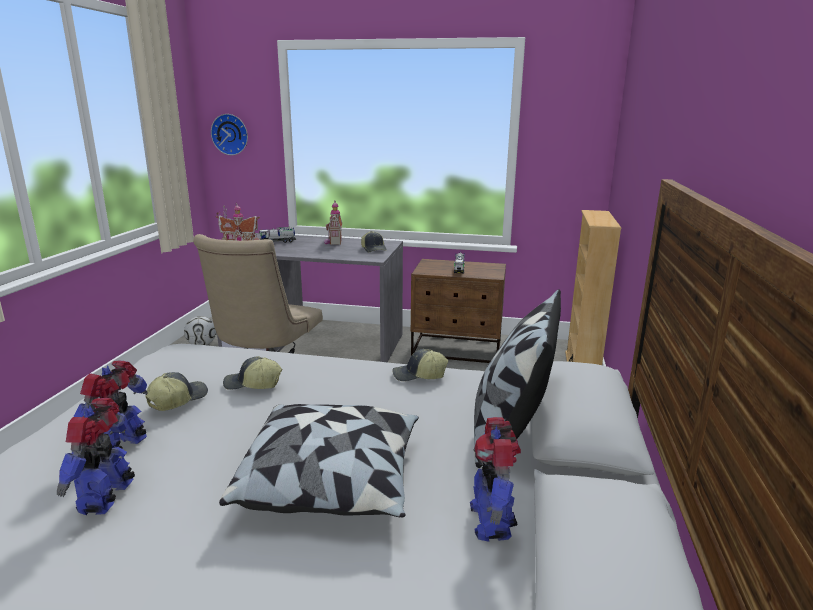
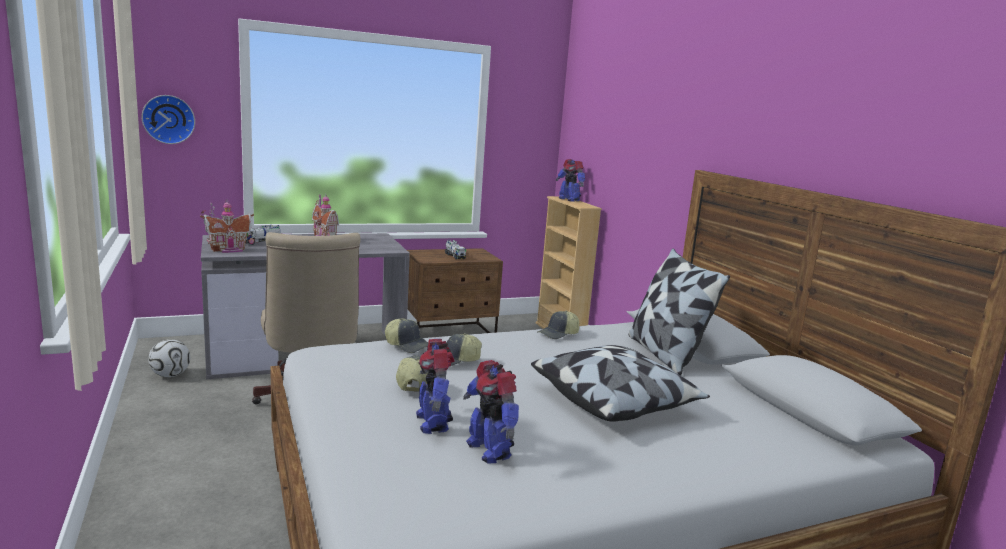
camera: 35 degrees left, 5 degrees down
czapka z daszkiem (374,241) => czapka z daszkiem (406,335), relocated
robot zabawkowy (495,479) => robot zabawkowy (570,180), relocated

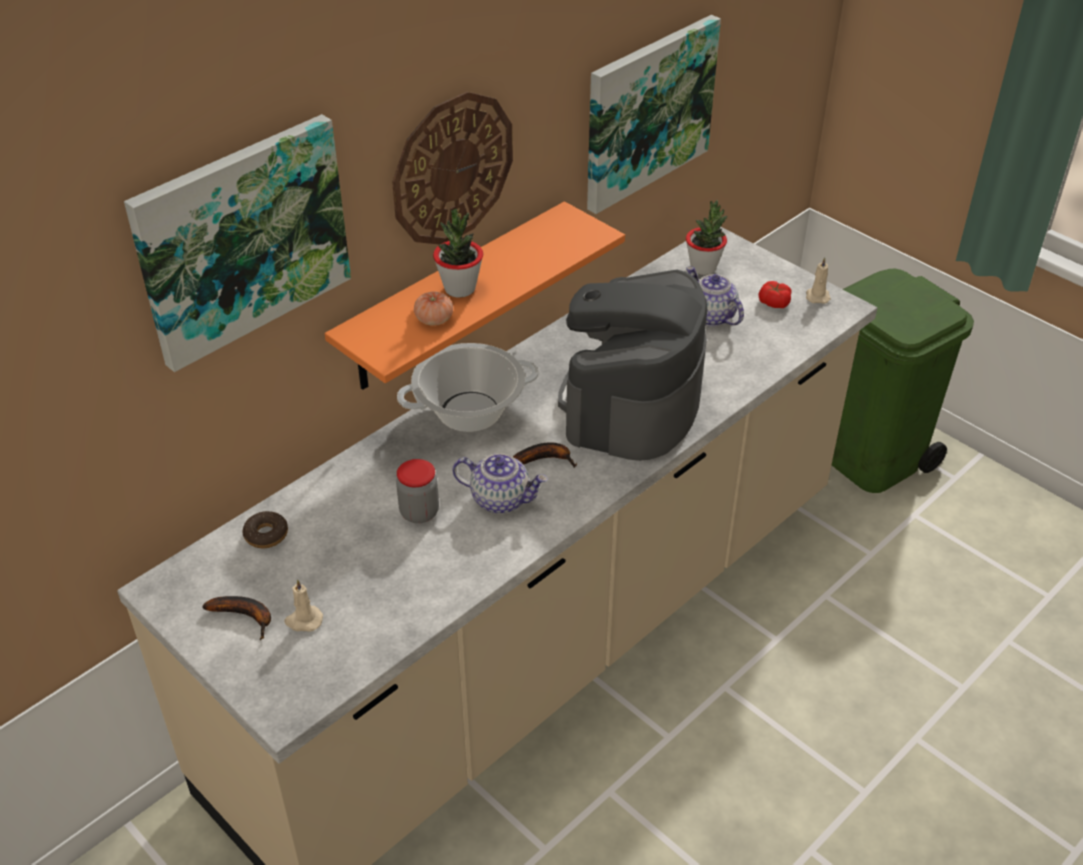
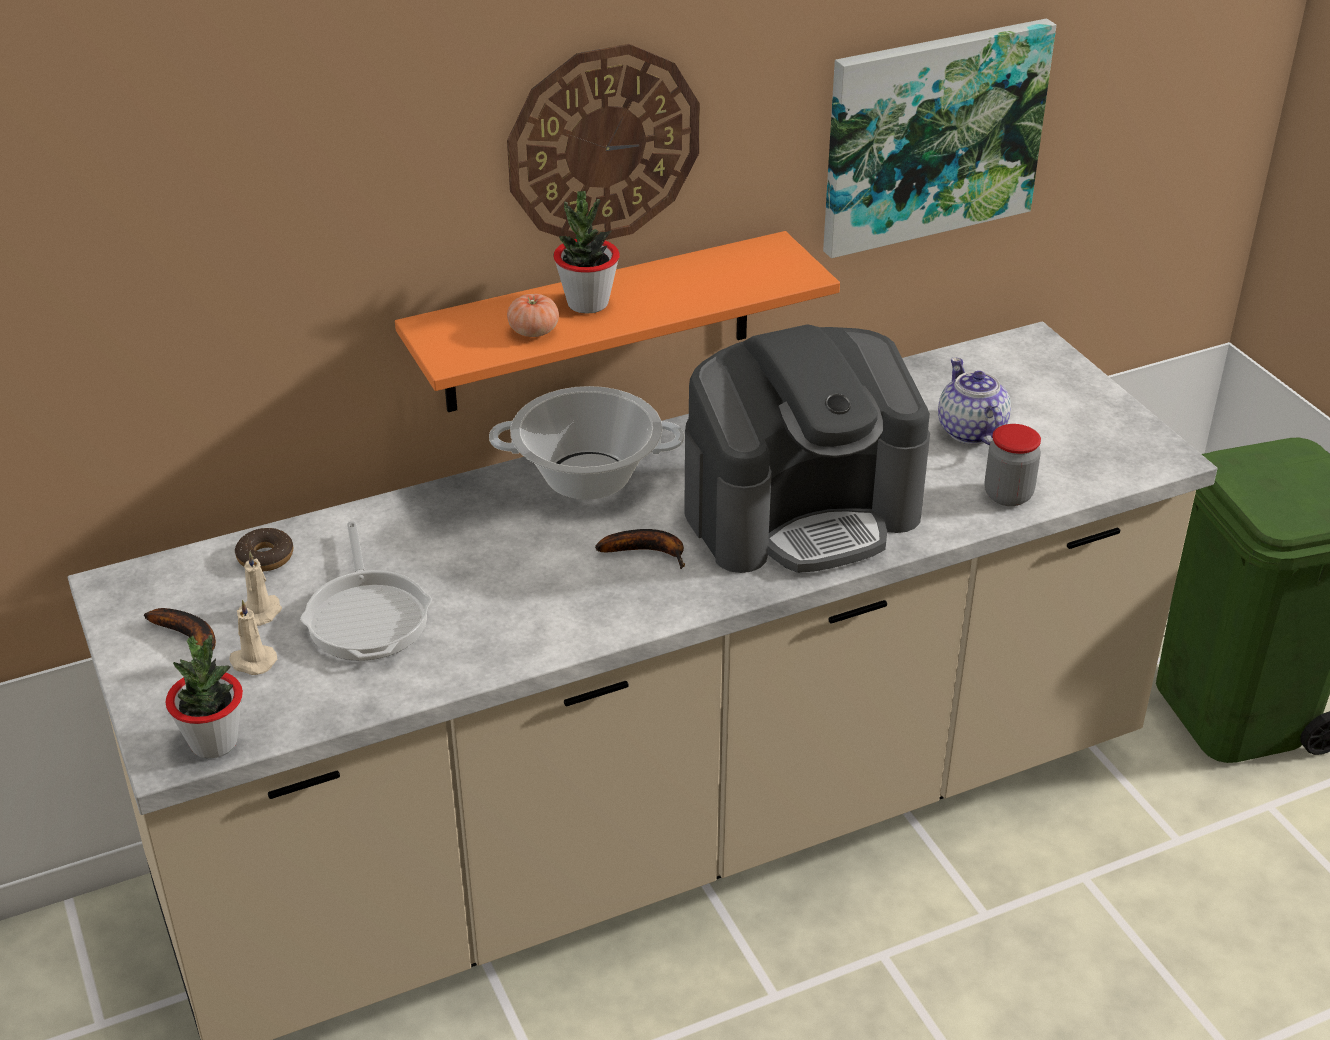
camera: 20 degrees right, 5 degrees down
obraz (237,243) => nothing
roślina doniczkowa (707,237) => roślina doniczkowa (204,696), relocated
świeca/beżowy (818,280) => świeca/beżowy (260,589), relocated
ekspres do kawy (632,365) => ekspres do kawy (807,448), 150 degrees counterclockwise
pomidor (775,294) => nothing
imbryk (500,483) => nothing
słoik (417,491) => słoik (1013,465), relocated
nothing => patelnia (366,591)

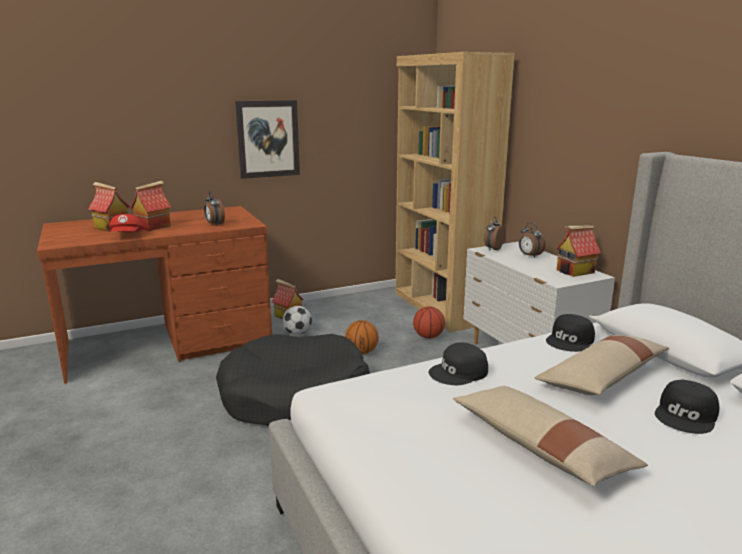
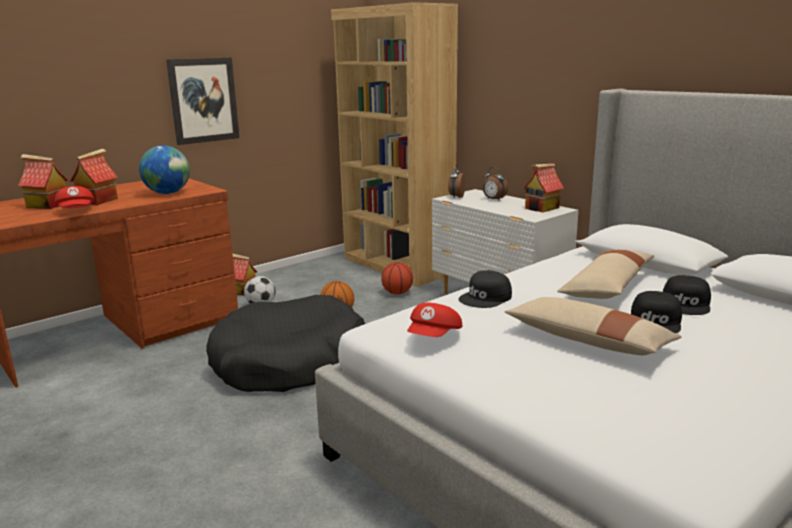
camera: 15 degrees left, 0 degrees up
budzik (214,208) => globus (164,169)
czapka z daszkiem/czarny (570,333) => czapka z daszkiem/czarny (656,312), relocated
nothing => czapka z daszkiem/czerwony (434,319)

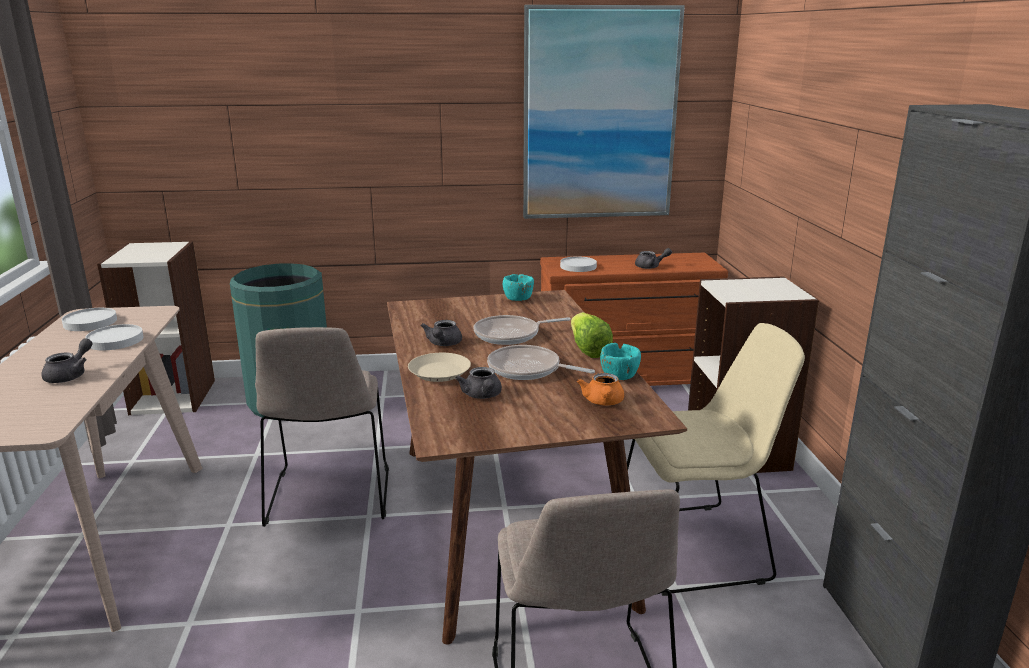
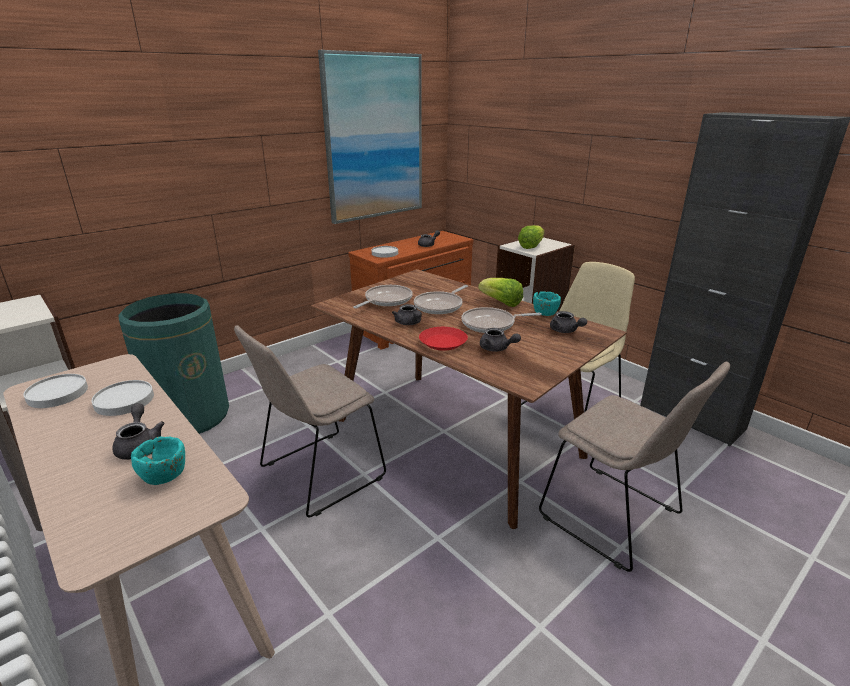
camera: 35 degrees left, 5 degrees up
miska/turkusowy (518,287) => miska/turkusowy (158,461), relocated
krzesło/beżowy (322,427) => krzesło/beżowy (310,421), 90 degrees clockwise
talerz/beżowy (439,367) => talerz/czerwony (443,339)
imbryk/pomarańczowy (600,389) => imbryk/szary (568,322)
nothing => sałata (531,237)
nothing => patelnia (382,296)

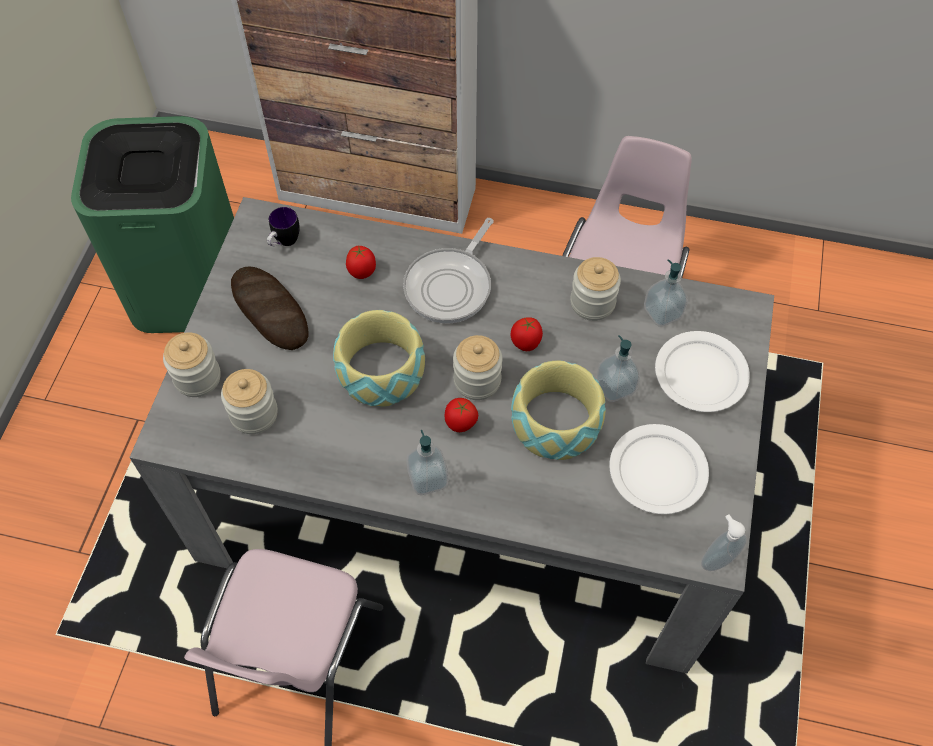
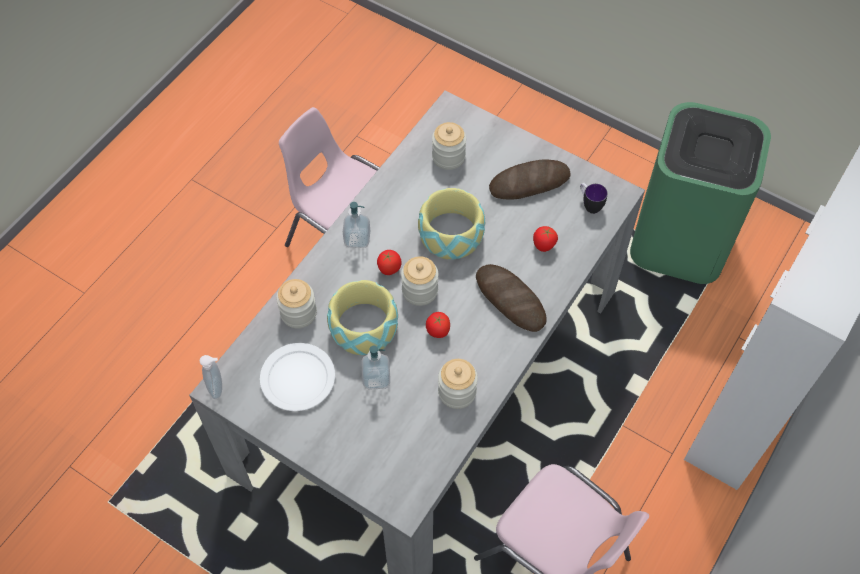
camera: 110 degrees right, 0 degrees up
patelnia (448,270) => chleb (511,298)
dozownik mydła (666,293) => nothing
talerz/biały (702,371) => nothing
słoik (192,364) => słoik (296,304), relocated

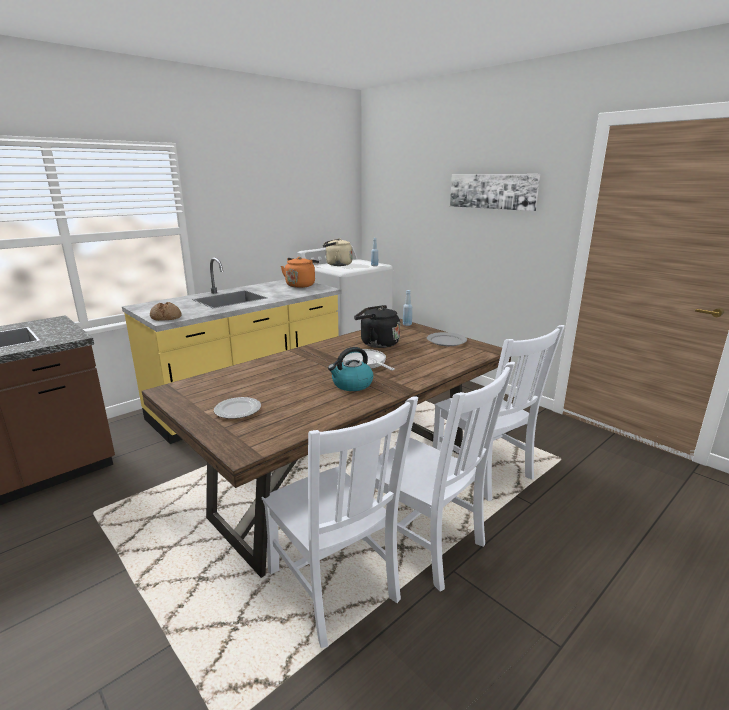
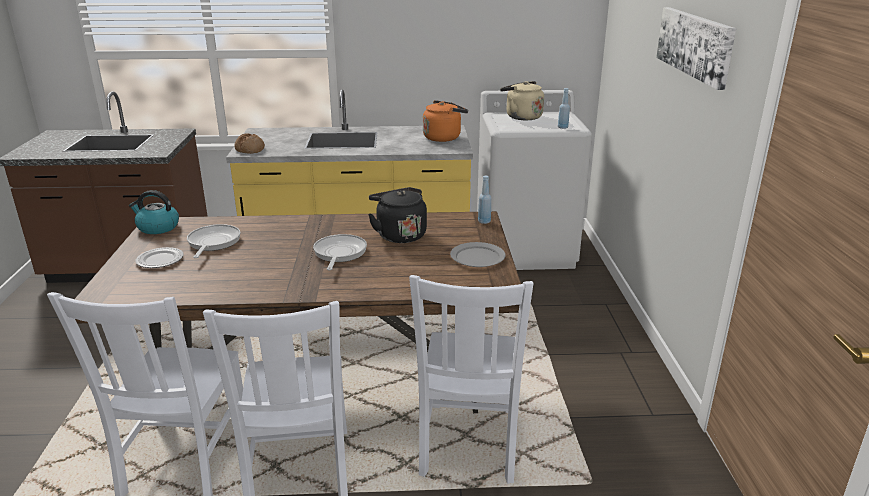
camera: 40 degrees right, 5 degrees up
czajnik (350,369) => czajnik (154,212), relocated
nothing => patelnia (213,241)

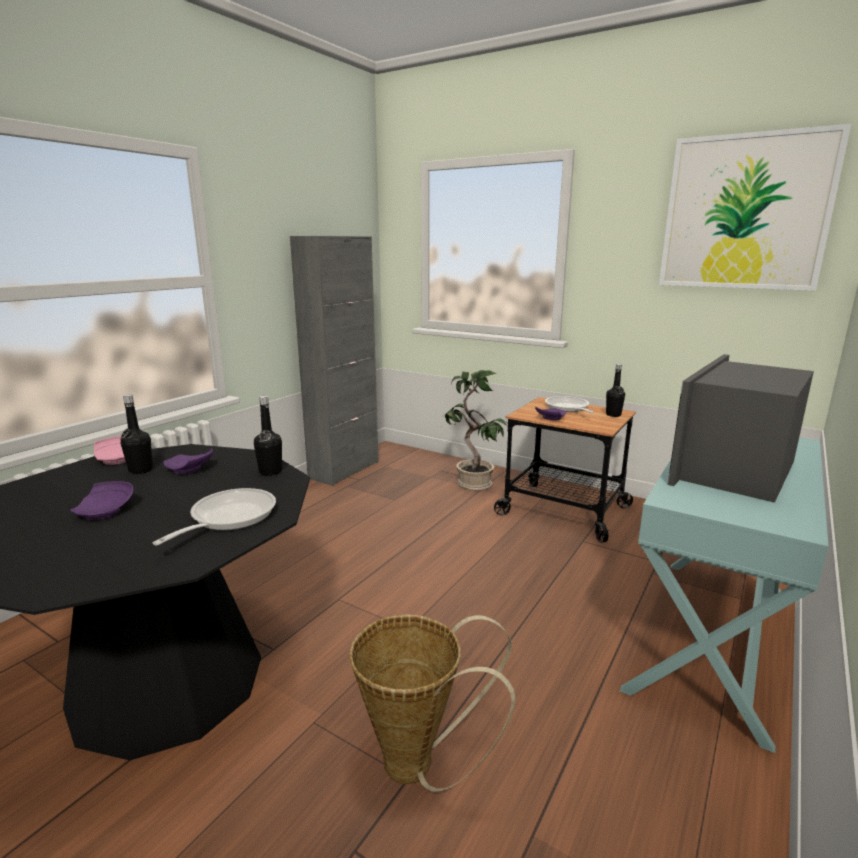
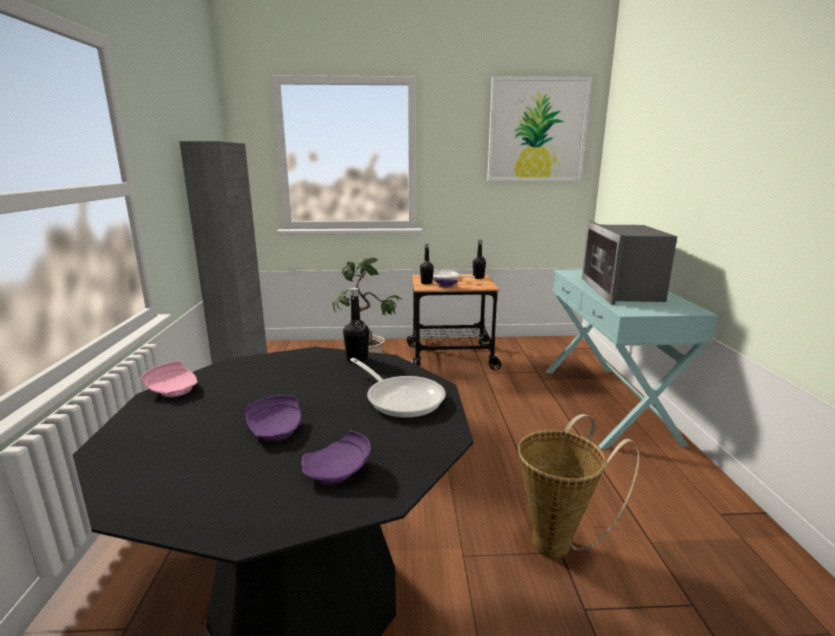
camera: 35 degrees left, 0 degrees up
butelka/czarny (137,434) => butelka/czarny (427,264), relocated
talerz/fioletowy (188,461) => talerz/fioletowy (336,457), relocated
patelnia (214,517) => patelnia (398,388), 150 degrees clockwise

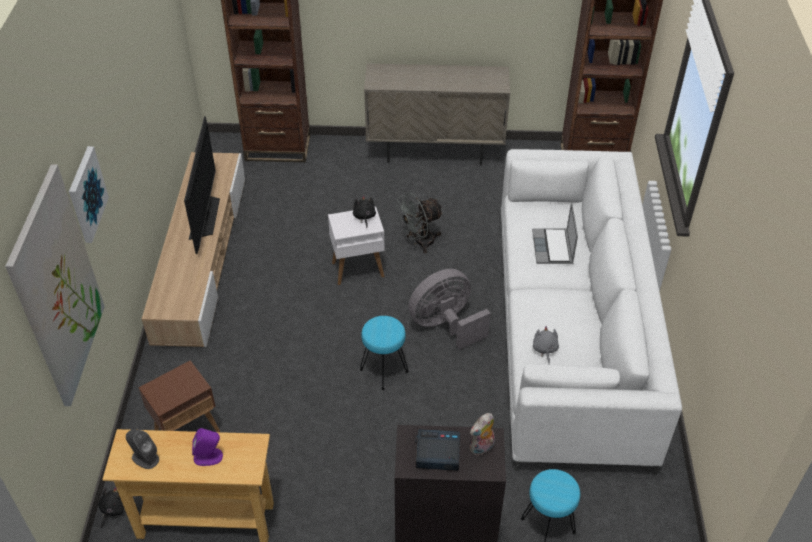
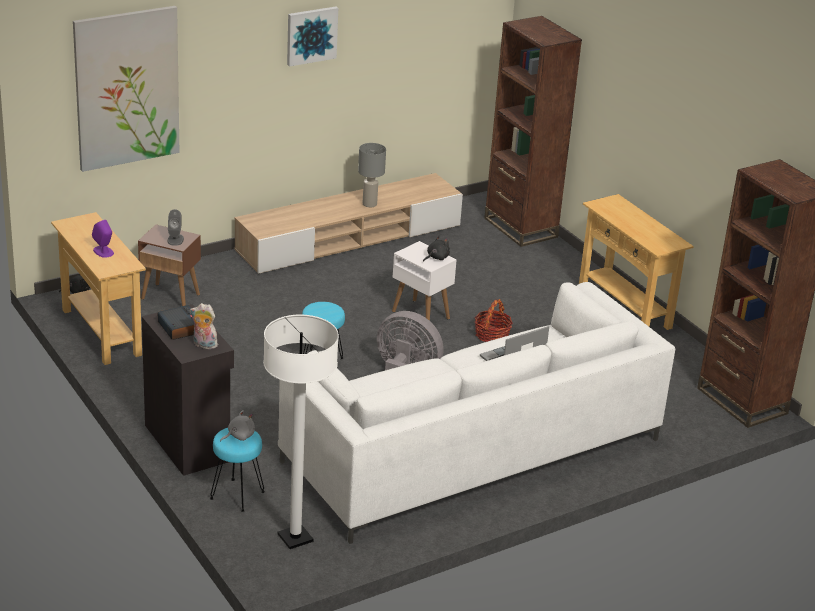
camera: 55 degrees right, 15 degrees down
szafka/beżowy (437,114) => stolik konsolowy/beżowy (636,262)
telewizor (202,185) => lampa stołowa/szary (372,175)
obraz (89,194) => obraz (312,36), relocated
wentylator/szary (420,223) => koszyk (493,320)
pluszak/szary (546,345) => pluszak/szary (237,426), relocated
głośnik/szary (142,449) => głośnik/szary (176,227), relocated
nothing => lampa stojąca/biały (301,431)

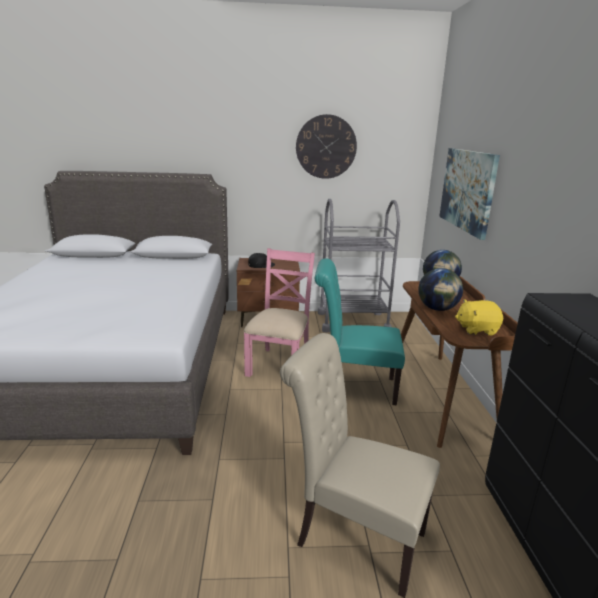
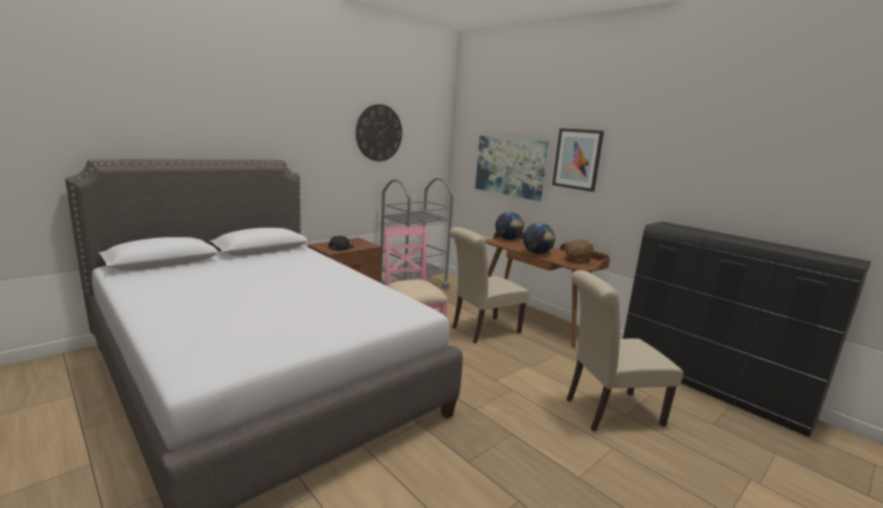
camera: 40 degrees left, 5 degrees down
krzesło/turkusowy (360,332) => krzesło/beżowy (489,285)
pluszak/żółty (479,317) => pluszak/brązowy (579,252)
nothing => obraz (578,160)

